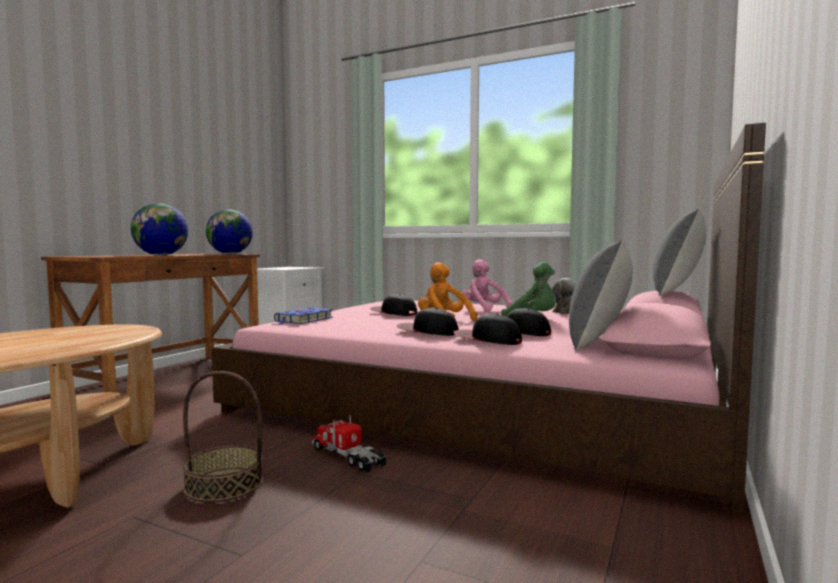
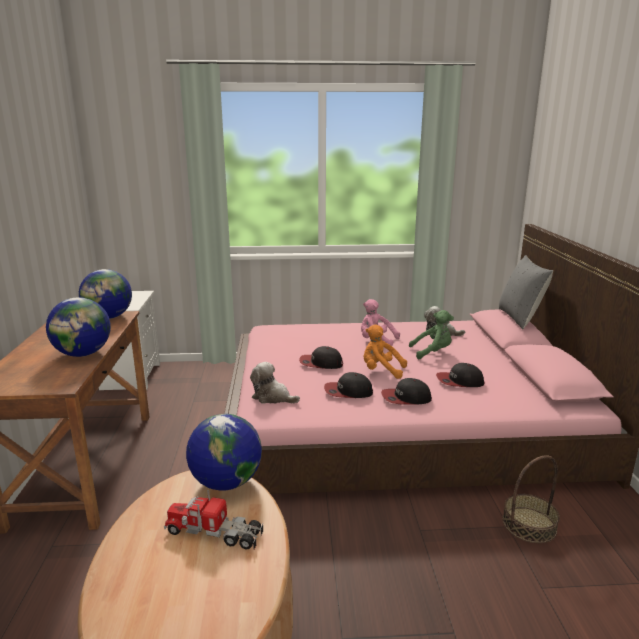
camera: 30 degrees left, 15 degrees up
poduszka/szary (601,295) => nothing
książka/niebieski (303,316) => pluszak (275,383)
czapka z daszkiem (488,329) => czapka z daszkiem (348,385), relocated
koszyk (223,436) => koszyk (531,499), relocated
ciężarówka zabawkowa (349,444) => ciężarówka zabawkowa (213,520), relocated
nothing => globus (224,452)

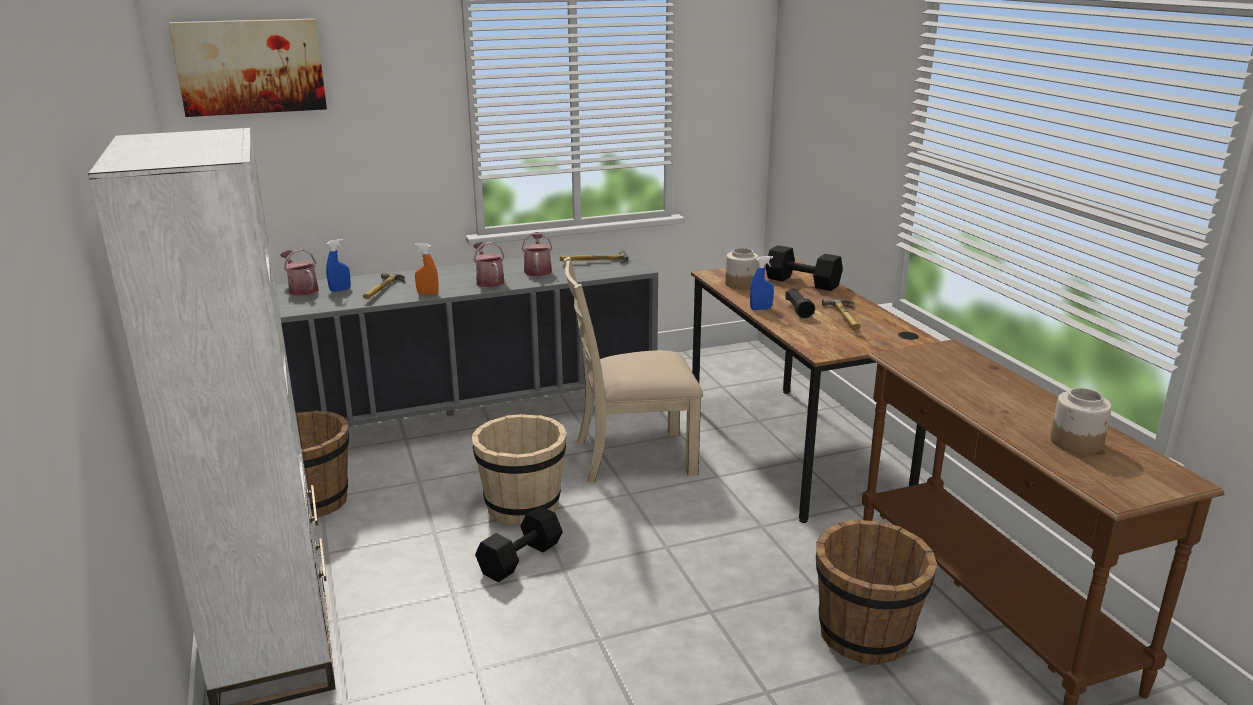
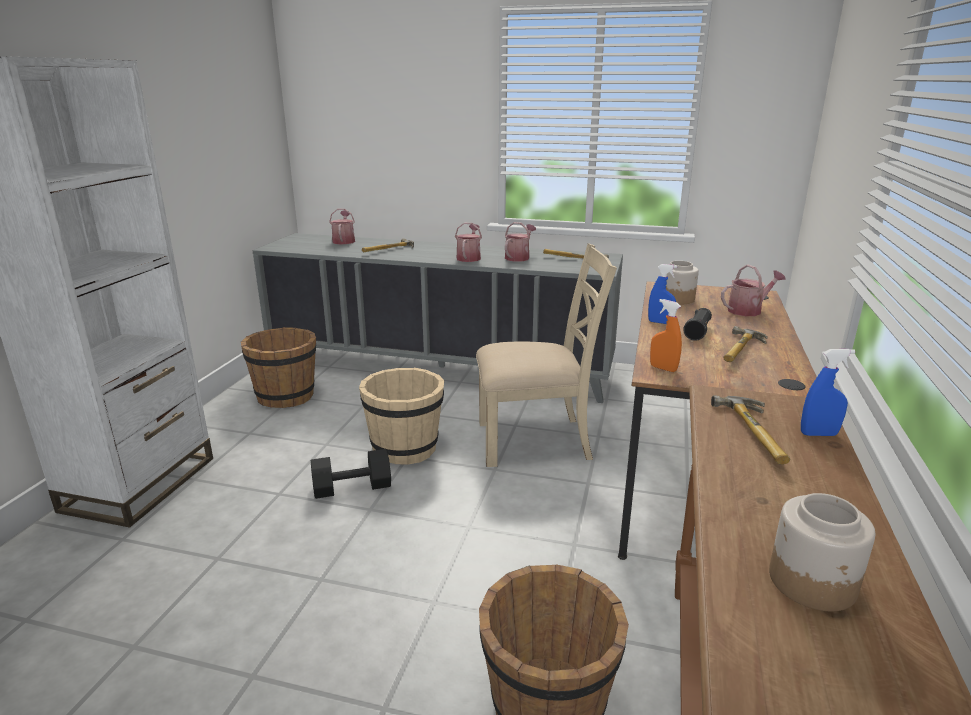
camera: 35 degrees right, 0 degrees up
obraz (247,68) => nothing
spryskiwacz/niebieski (338,265) => spryskiwacz/niebieski (828,392), relocated
spryskiwacz/pomarańczowy (427,269) => spryskiwacz/pomarańczowy (666,335), relocated
hantel/czarny (804,268) => konewka (753,290)
krzesło/beżowy (633,370) => krzesło/beżowy (546,355), 150 degrees clockwise
nothing => młotek (750,430)

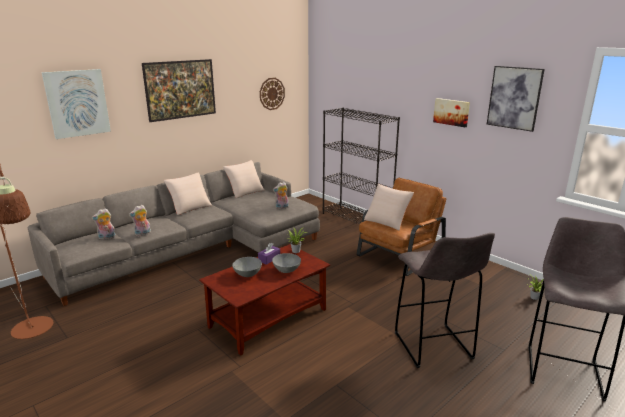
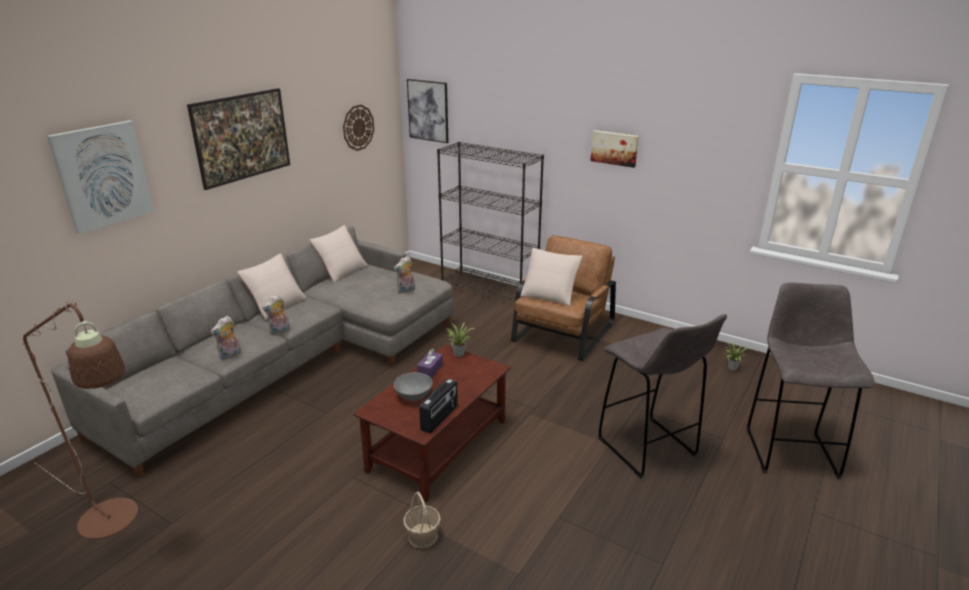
camera: 15 degrees left, 5 degrees up
obraz (516,99) => obraz (427,111), relocated
pluszak (103,224) => pluszak (276,314), relocated
miska/szary (286,263) => nothing
nothing => radio (438,406)
nothing => koszyk (422,520)

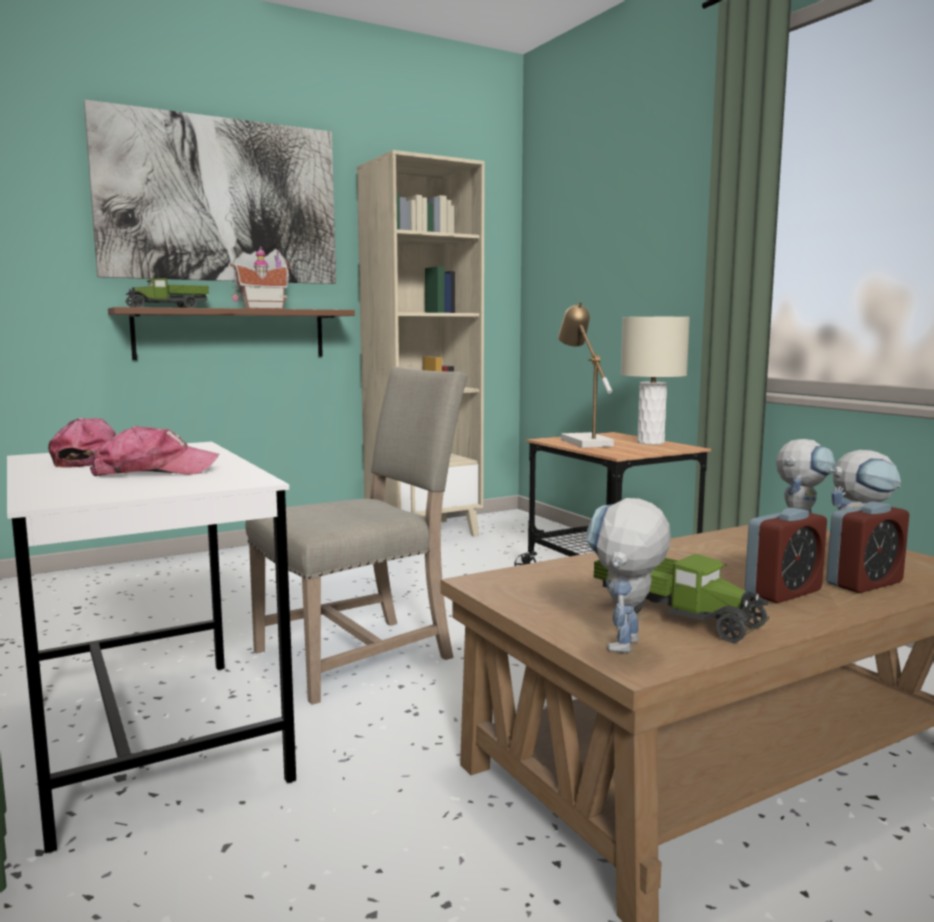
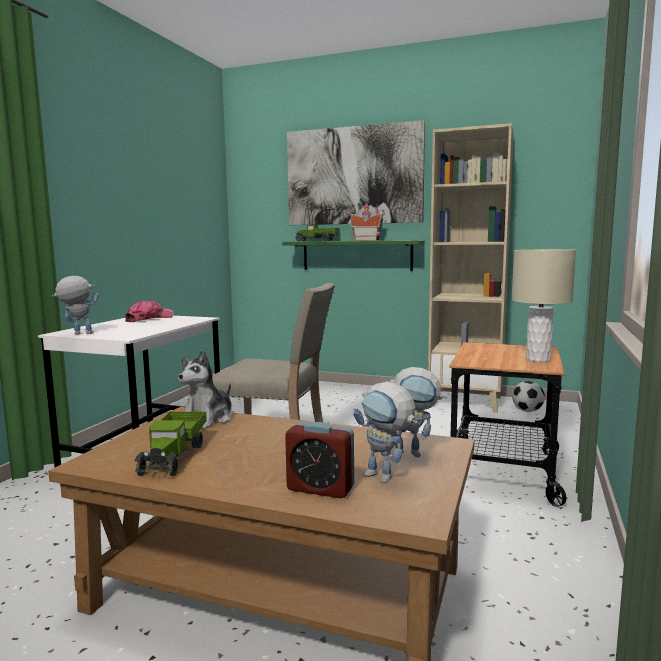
camera: 50 degrees right, 0 degrees up
lampa stołowa (586,375) => nothing
półka/brązowy (231,333) => półka/zielony (353,255)
czapka z daszkiem (154,451) => nothing
robot zabawkowy (628,575) => robot zabawkowy (75,305), relocated
budzik (786,555) => nothing
nothing => pluszak (205,389)
nothing => piłka futbolowa (528,396)

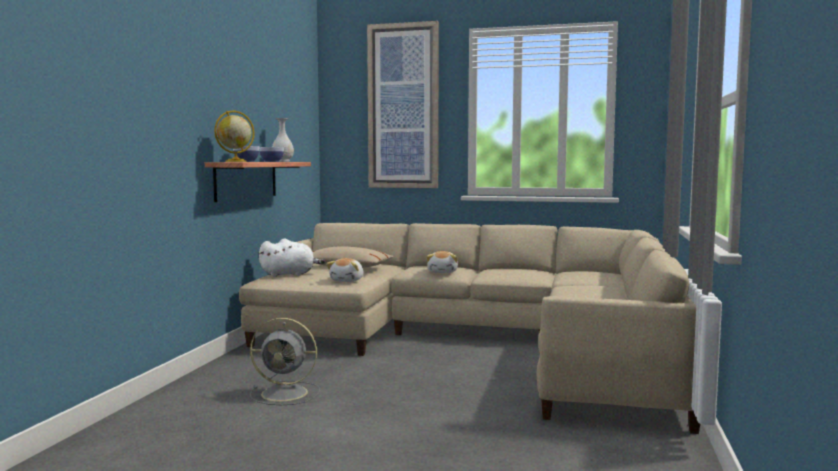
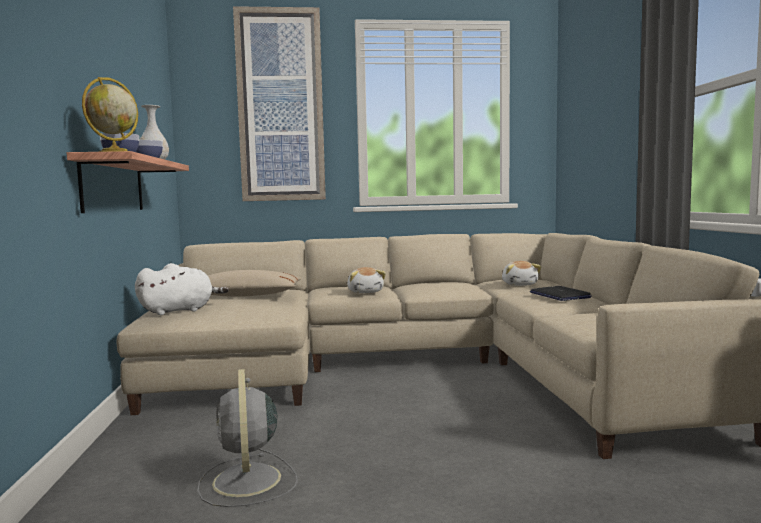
camera: 20 degrees left, 0 degrees up
pluszak (345,270) => pluszak (522,273), relocated
wentylator/szary (285,361) => wentylator/szary (247,438), 90 degrees clockwise
nothing => laptop (561,293)

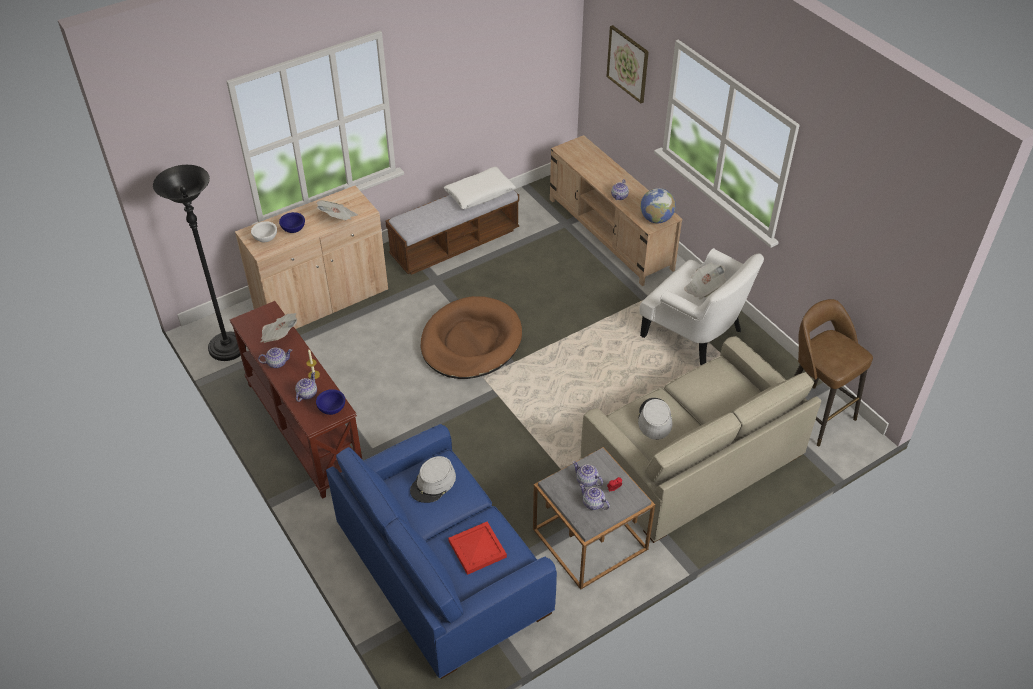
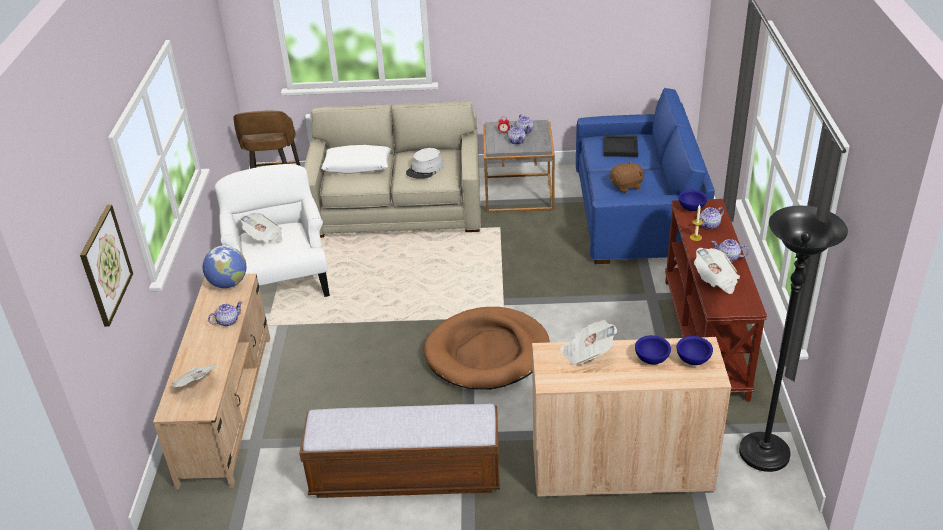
camera: 145 degrees left, 10 degrees down
poduszka/biały (480,188) => poduszka/biały (356,159), relocated
miska/biały (264,231) => miska/niebieski (695,350)
kapelusz/szary (433,479) => pluszak/brązowy (627,177)
taca/czerwony (477,548) => taca/czarny (621,146)
nothing => gazeta (194,375)

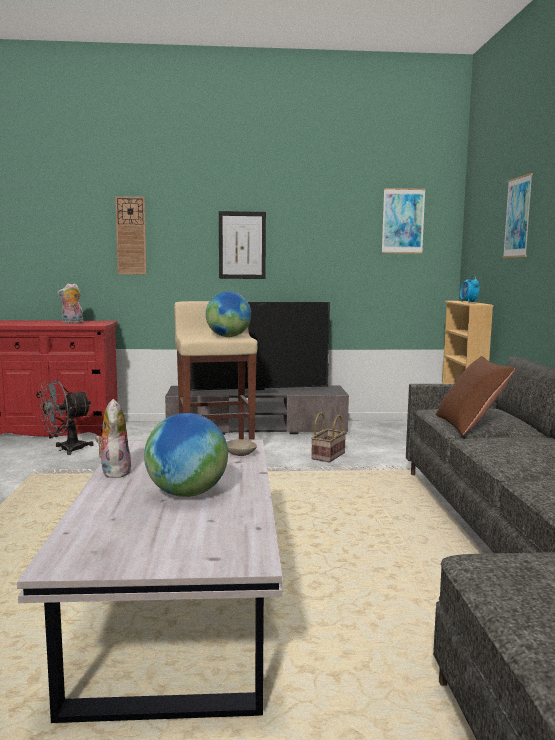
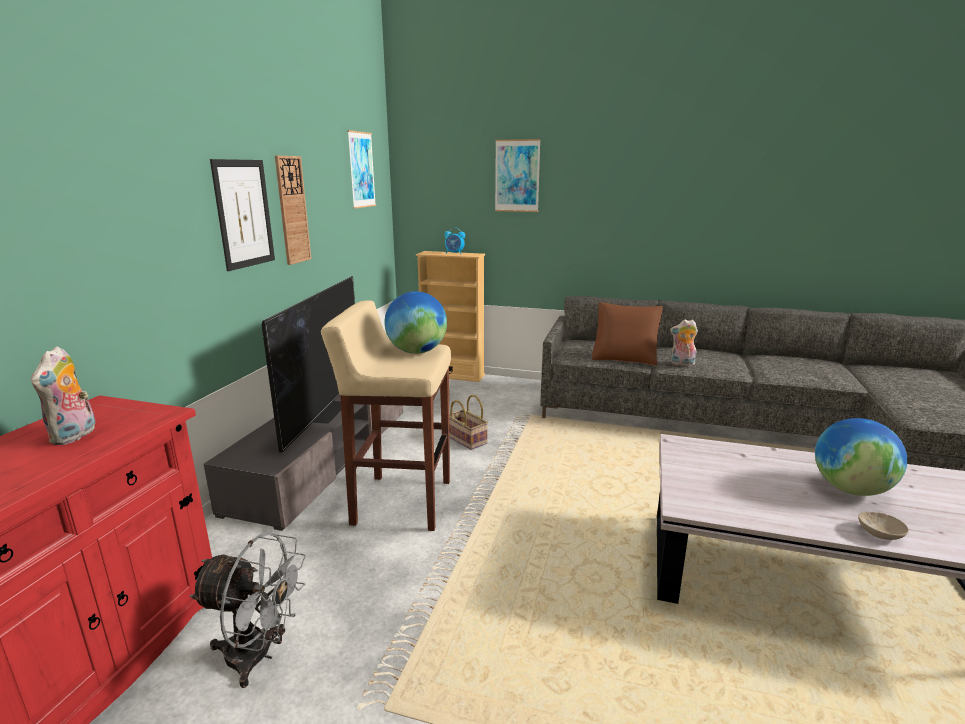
camera: 70 degrees left, 10 degrees up
zegar ścienny (131,235) => zegar ścienny (293,210), relocated
wentylator/szary (66,417) => wentylator/szary (247,610), 60 degrees counterclockwise
pluszak (113,438) => pluszak (684,343), relocated
miska/beżowy (241,447) => miska/beżowy (883,526), relocated

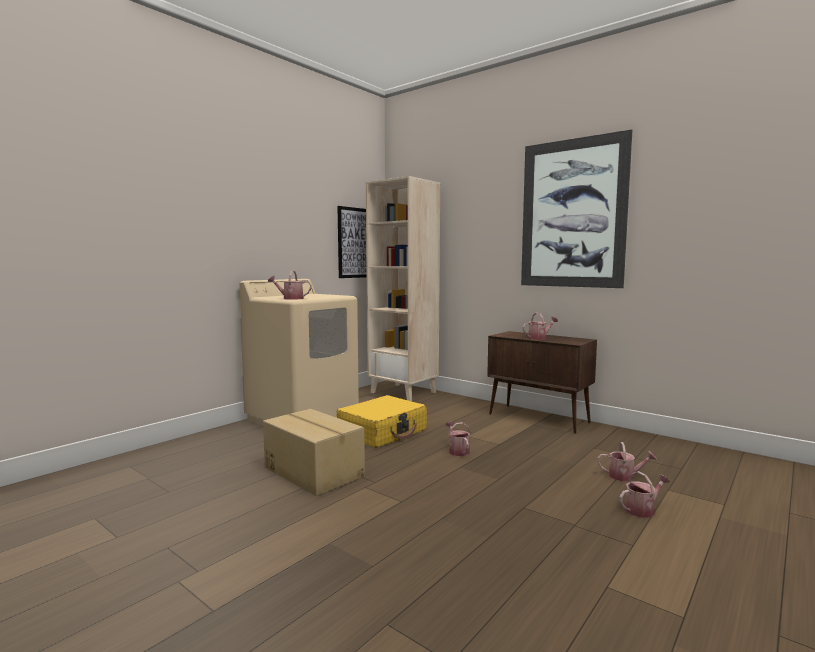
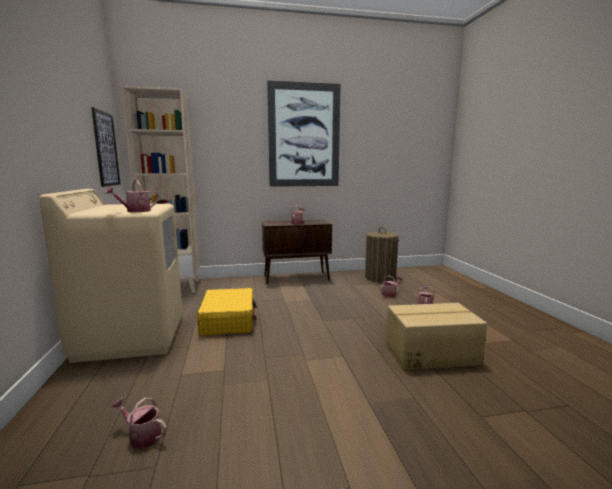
camera: 50 degrees left, 5 degrees up
karton (314,452) => karton (436,336), relocated
konewka (458,438) => konewka (139,423), relocated
nothing => kosz na pranie (382,254)

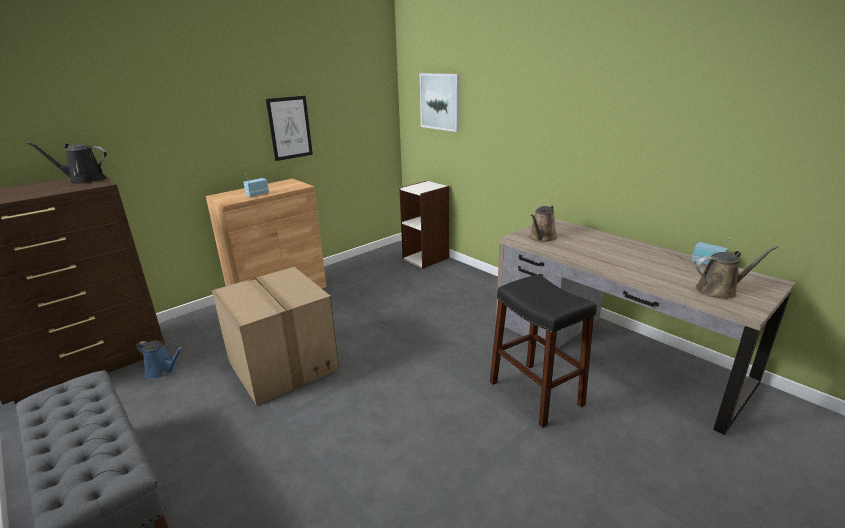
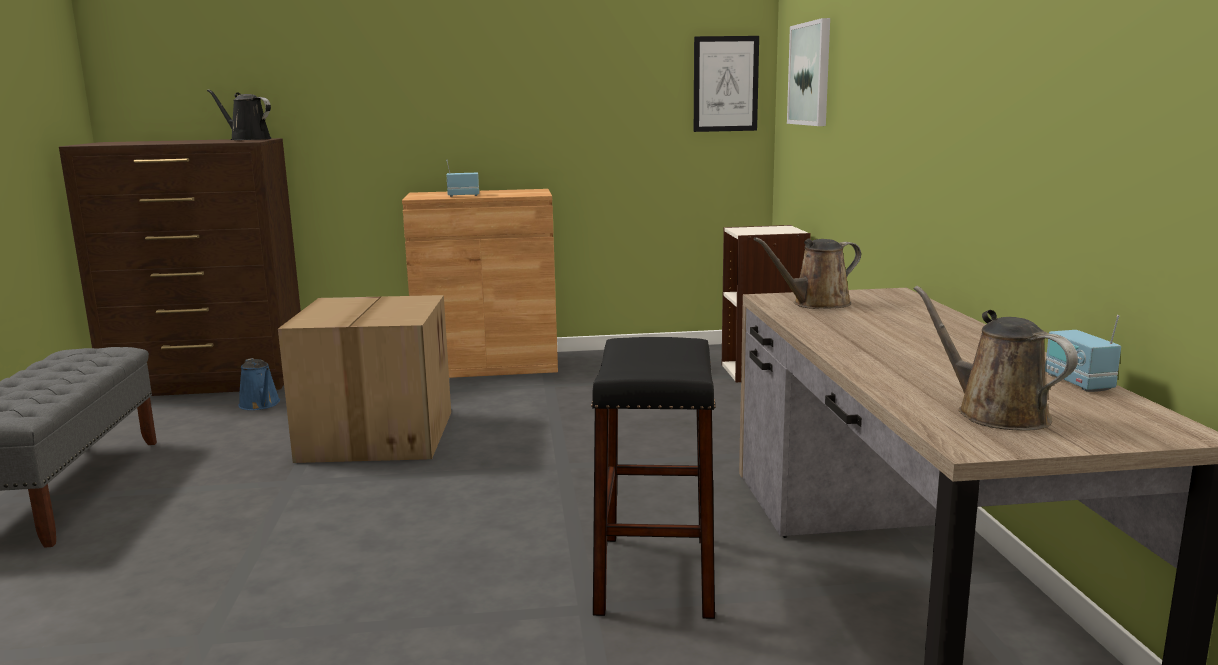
camera: 35 degrees right, 10 degrees down
obraz (289,128) => obraz (726,84), relocated
konewka/brązowy (736,272) => konewka/brązowy (996,358), 150 degrees counterclockwise

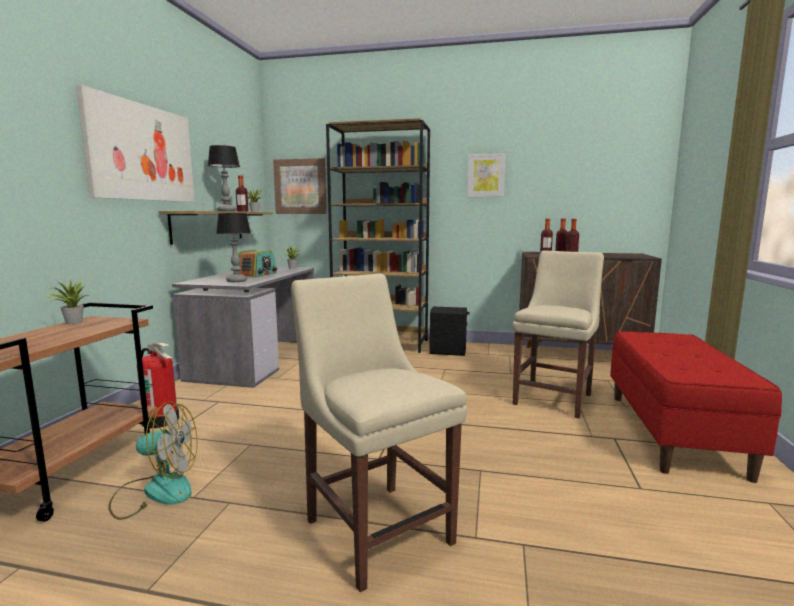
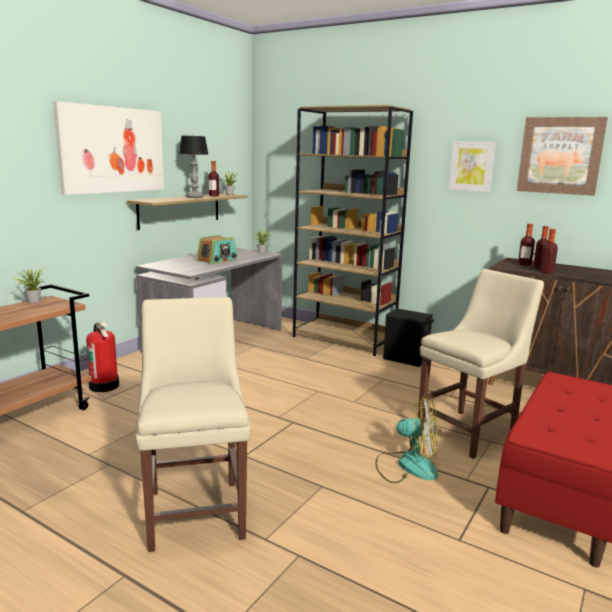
camera: 20 degrees right, 5 degrees up
obraz (300,186) => obraz (562,156), relocated
lampa stołowa (233,247) => nothing
wentylator (153,460) => wentylator (407,439), relocated

